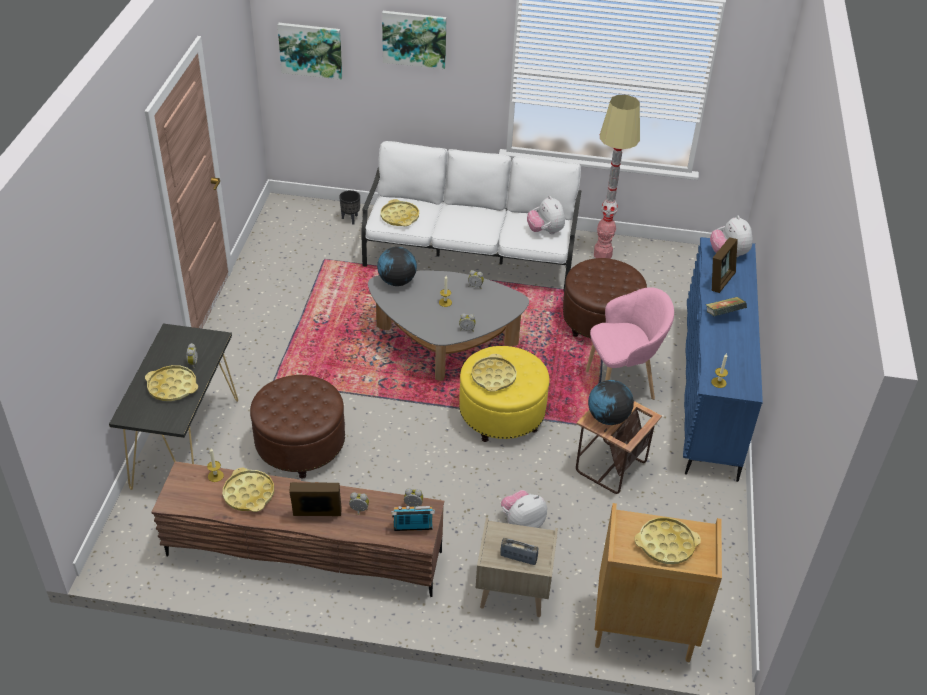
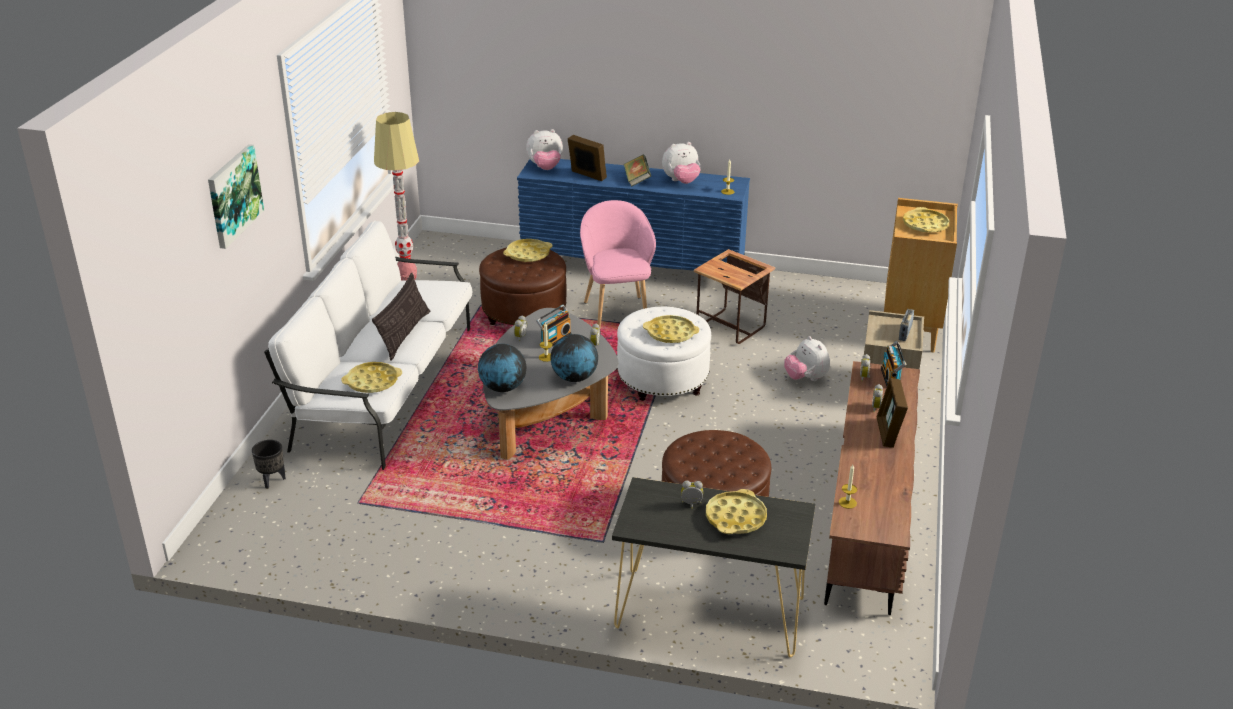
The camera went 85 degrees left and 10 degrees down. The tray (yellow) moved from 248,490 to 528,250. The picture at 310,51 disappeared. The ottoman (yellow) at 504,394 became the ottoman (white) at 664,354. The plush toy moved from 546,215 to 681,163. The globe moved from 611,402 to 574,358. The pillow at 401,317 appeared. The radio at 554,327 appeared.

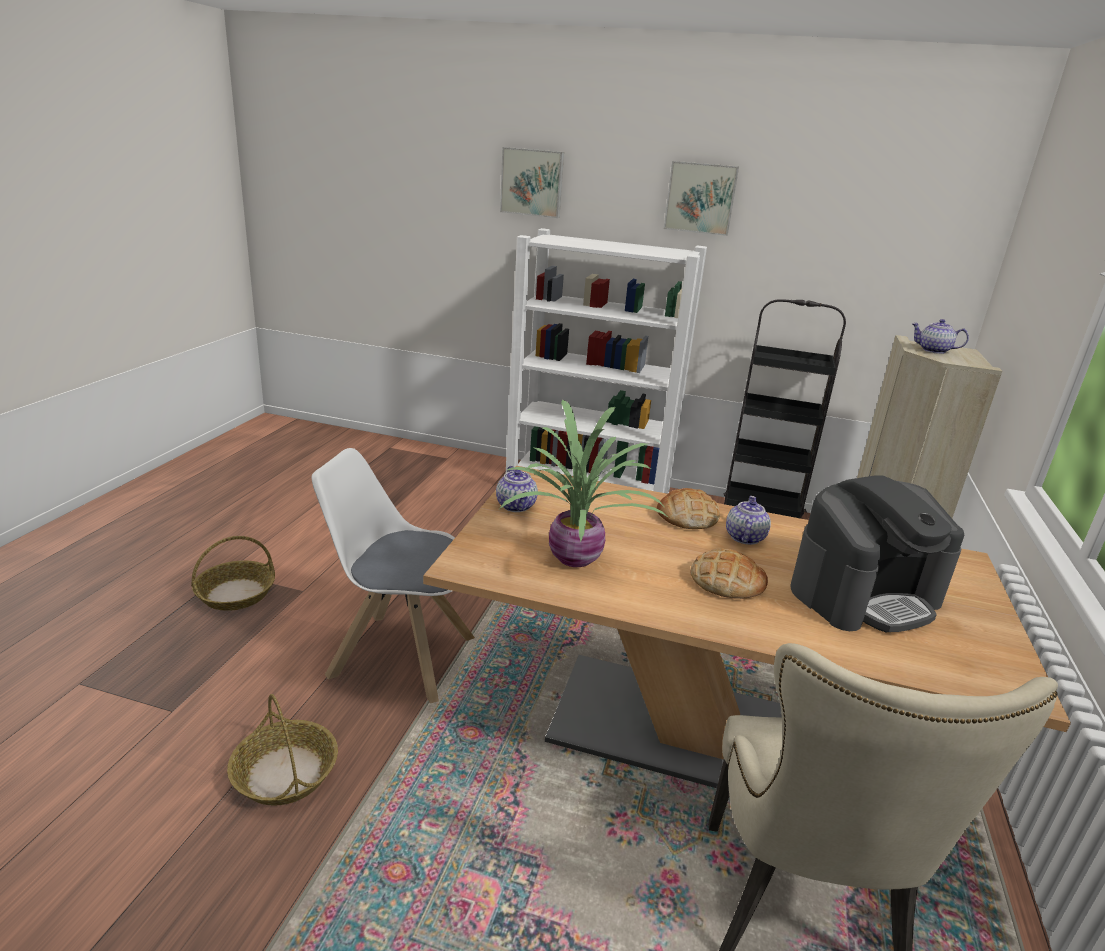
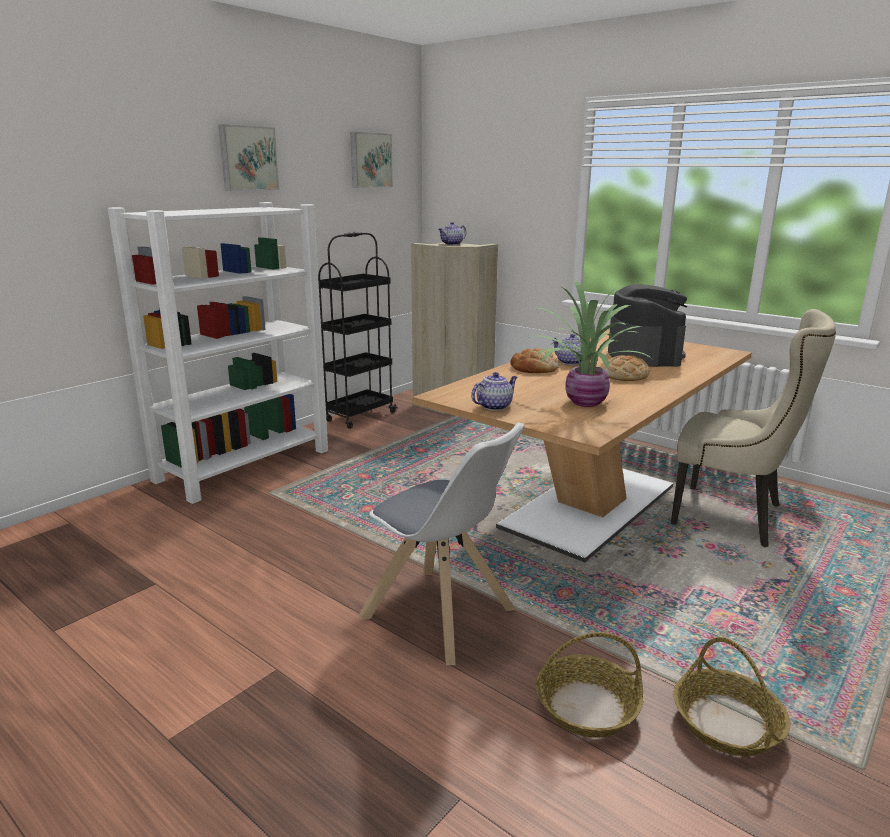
The camera went 65 degrees left and 5 degrees down. The basket moved from 233,573 to 732,696. The chair at 393,575 turned 90 degrees counterclockwise. The teapot at 517,489 turned 45 degrees counterclockwise. The picture moved from 532,182 to 371,160.

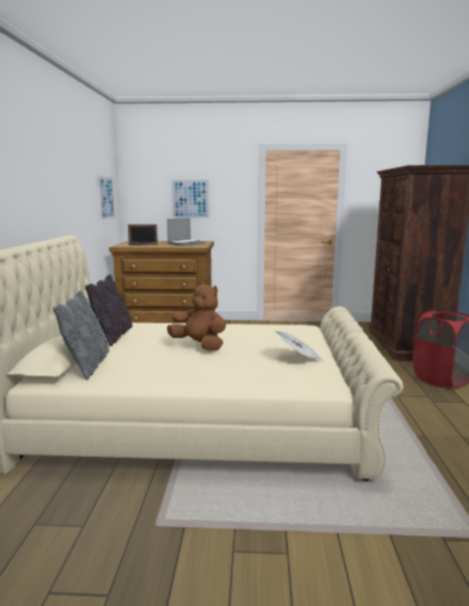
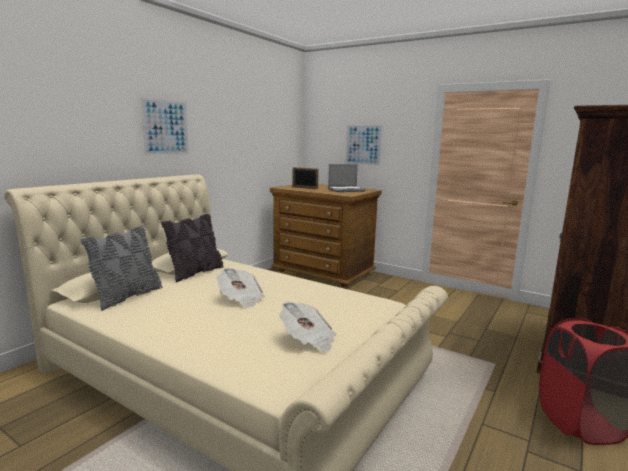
The camera went 30 degrees right and 0 degrees up. The picture moved from 106,198 to 165,126. The plush toy (brown) at 196,316 was replaced by the newspaper at 240,288.

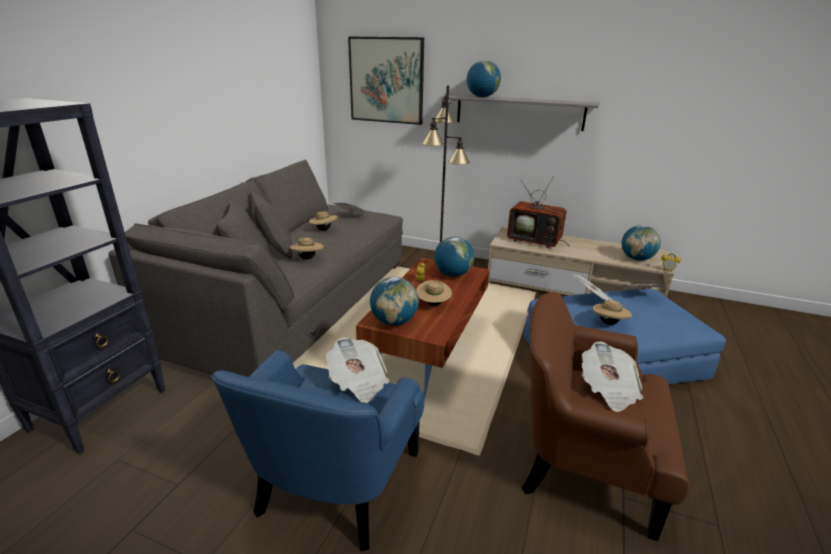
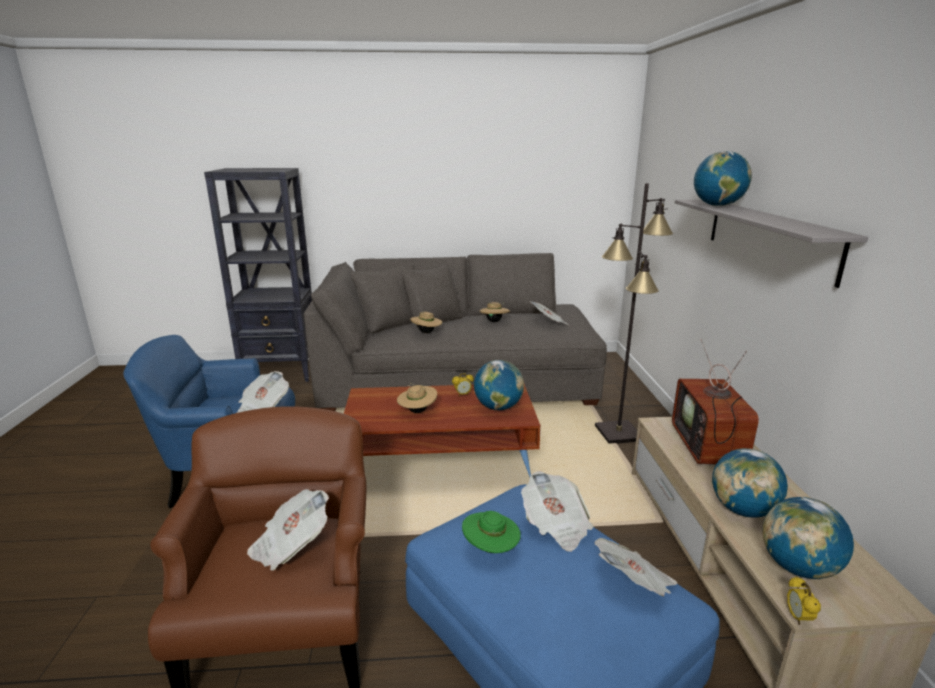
The camera went 65 degrees right and 5 degrees down. The picture at 386,81 disappeared. The globe moved from 394,301 to 750,482. The hat (beige) at 612,312 became the hat (green) at 491,532.

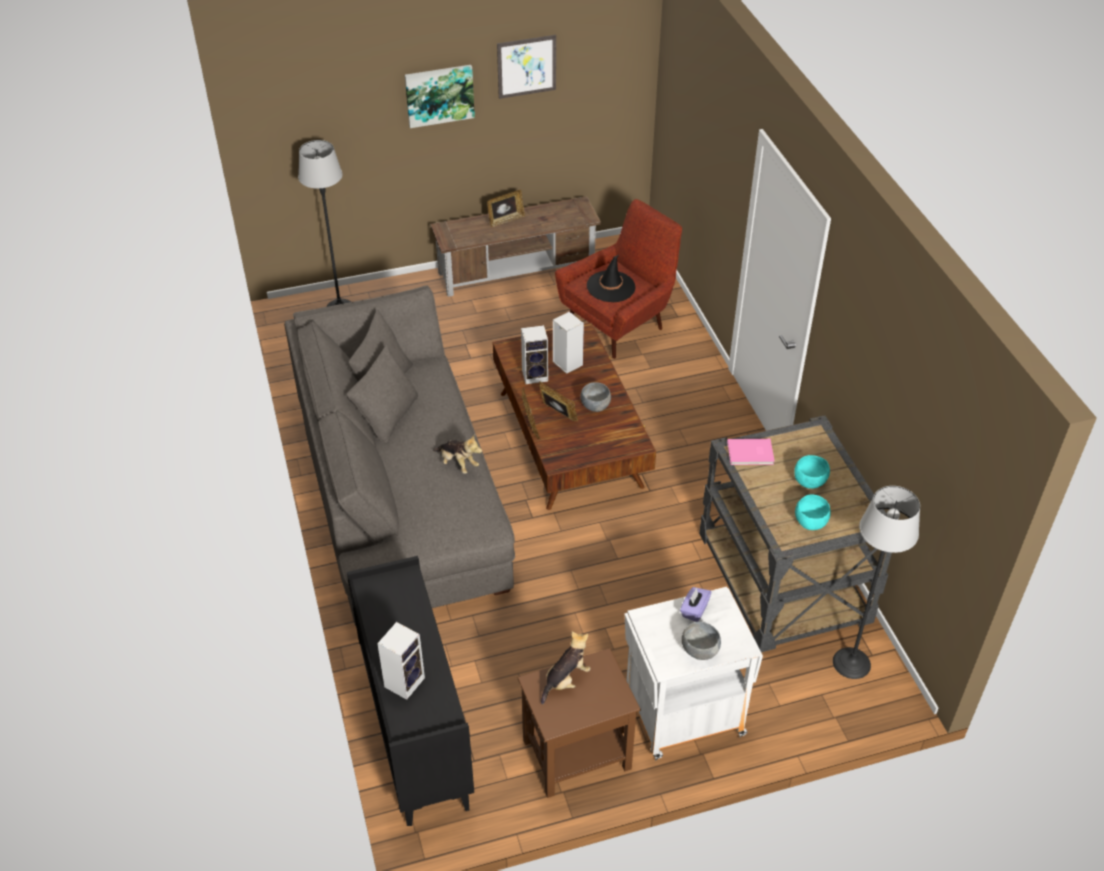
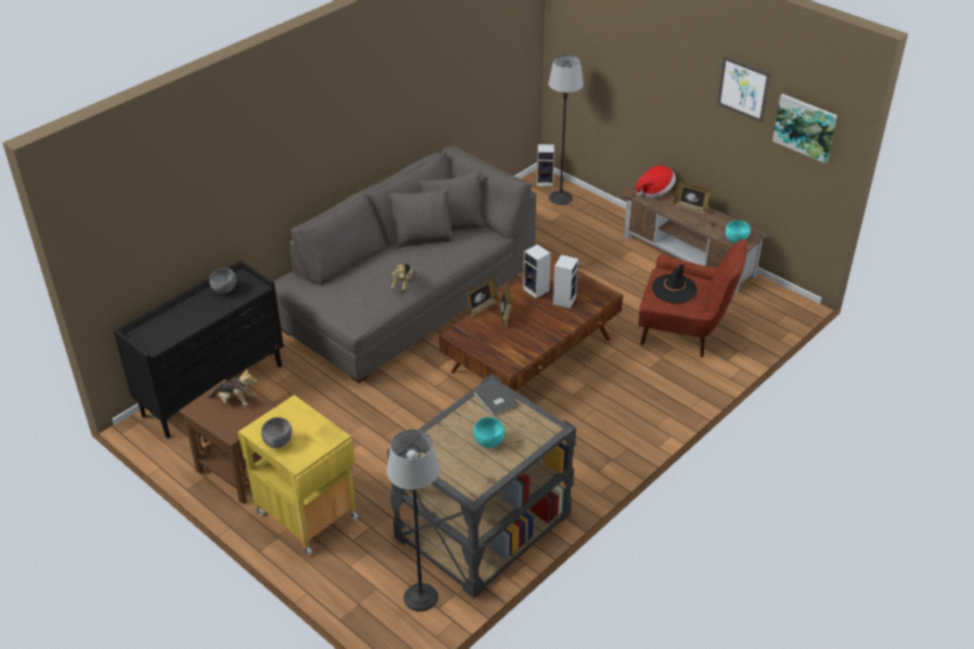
The camera went 60 degrees right and 5 degrees down. The speaker moved from 401,661 to 545,165. The picture moved from 440,96 to 804,128. The bowl (grey) moved from 596,397 to 222,281. The cart (white) at 694,673 became the cart (yellow) at 298,475. The tissue box (purple) at 696,604 disappeared. The book (pink) at 751,452 became the book (grey) at 495,398. The bowl (turquoise) moved from 813,512 to 737,231. The hat at 656,182 appeared.

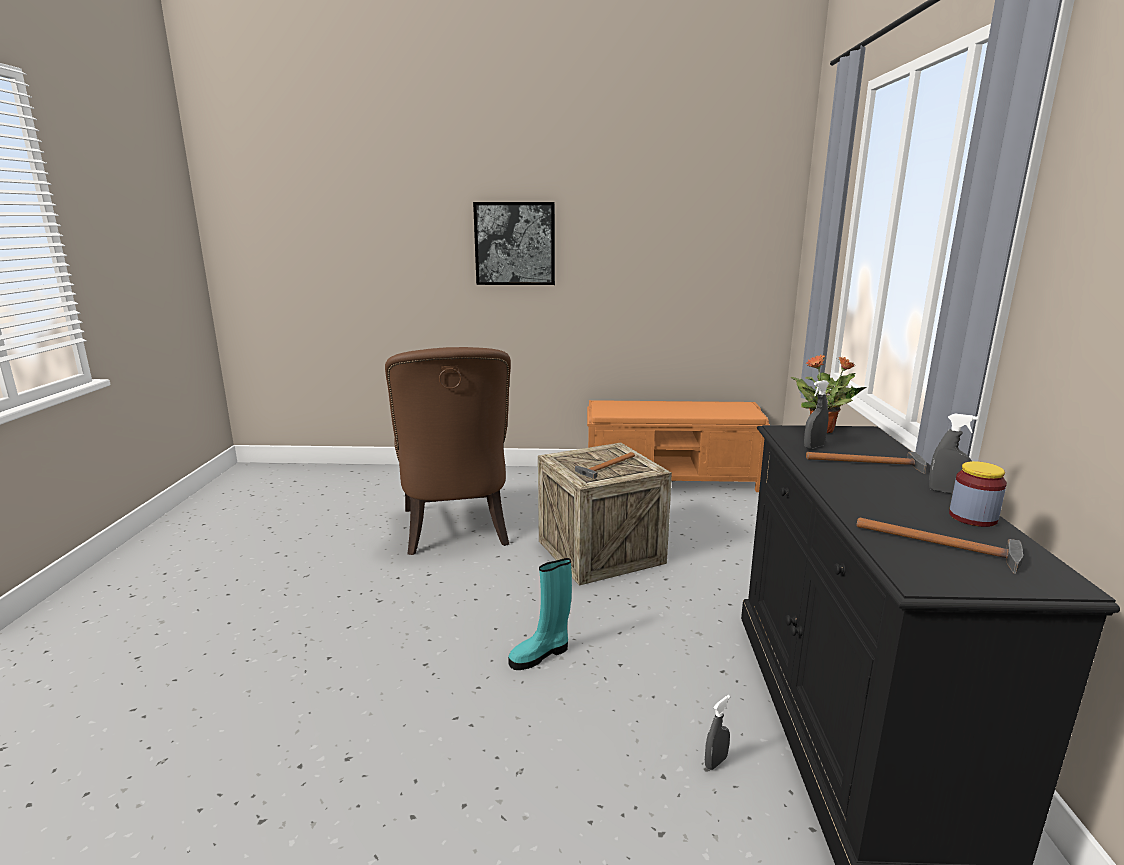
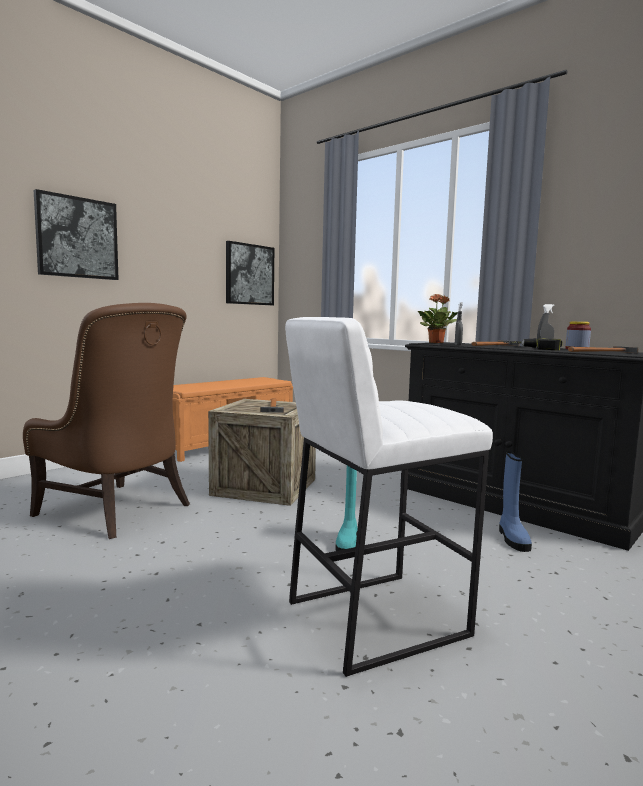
The camera went 50 degrees left and 10 degrees down. The spray bottle (grey) at 717,732 was replaced by the boot (blue) at 515,501. The picture at 250,273 appeared. The stool (white) at 389,497 appeared. The power drill at 533,344 appeared.

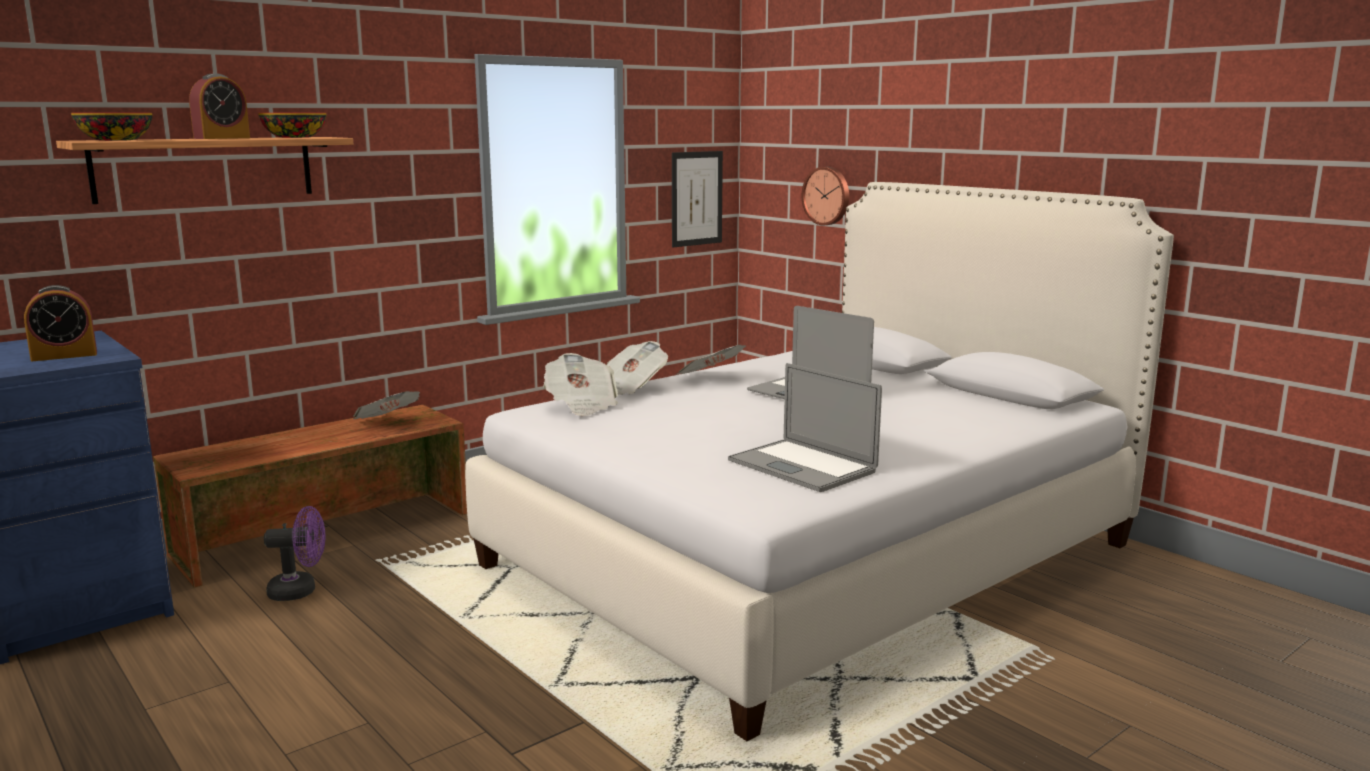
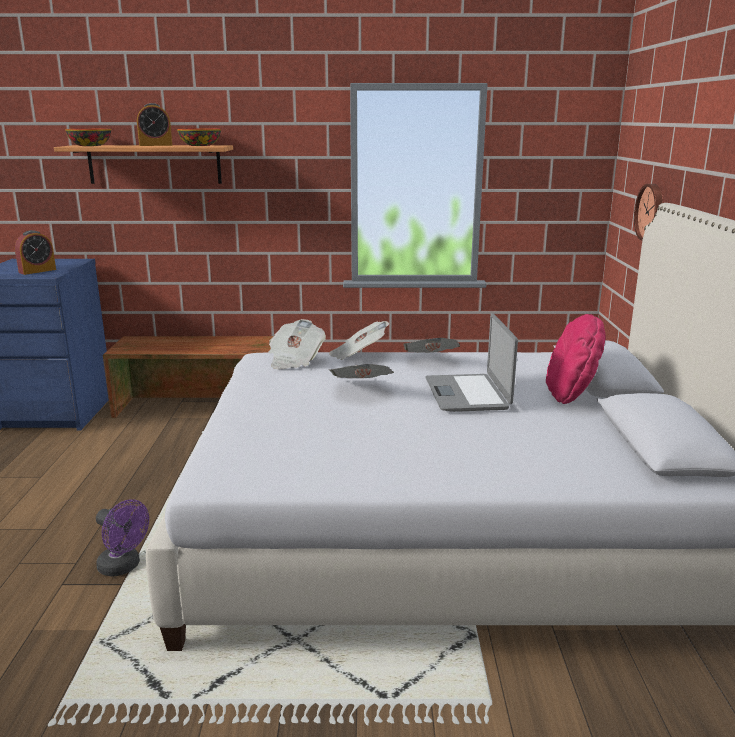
The camera went 40 degrees right and 5 degrees up. The alarm clock at 60,323 turned 60 degrees counterclockwise. The fan (purple) moved from 294,553 to 122,538. The newspaper moved from 386,405 to 362,371. The picture at 697,199 disappeared. The laptop at 805,427 disappeared. The pillow (pink) at 576,359 appeared.

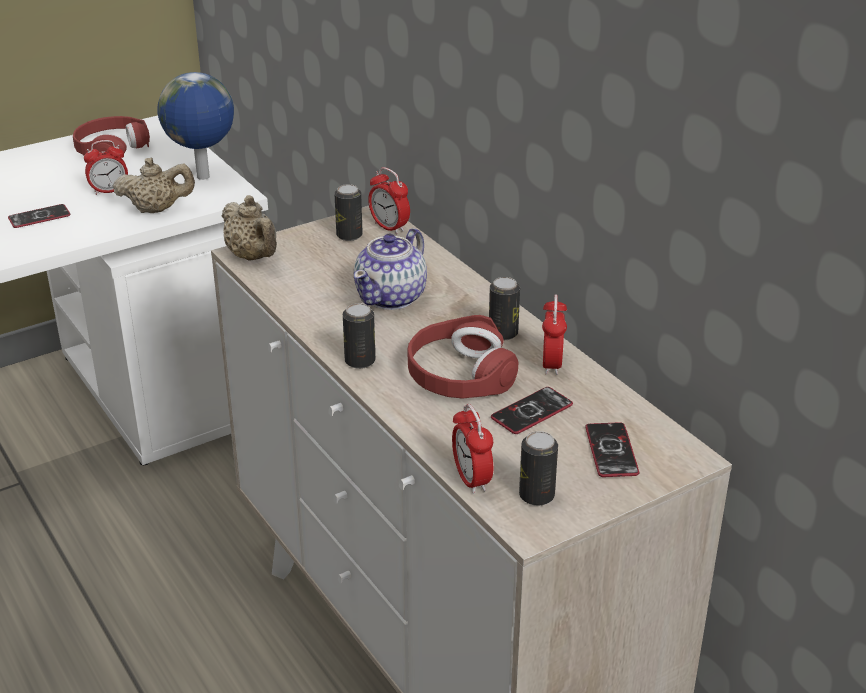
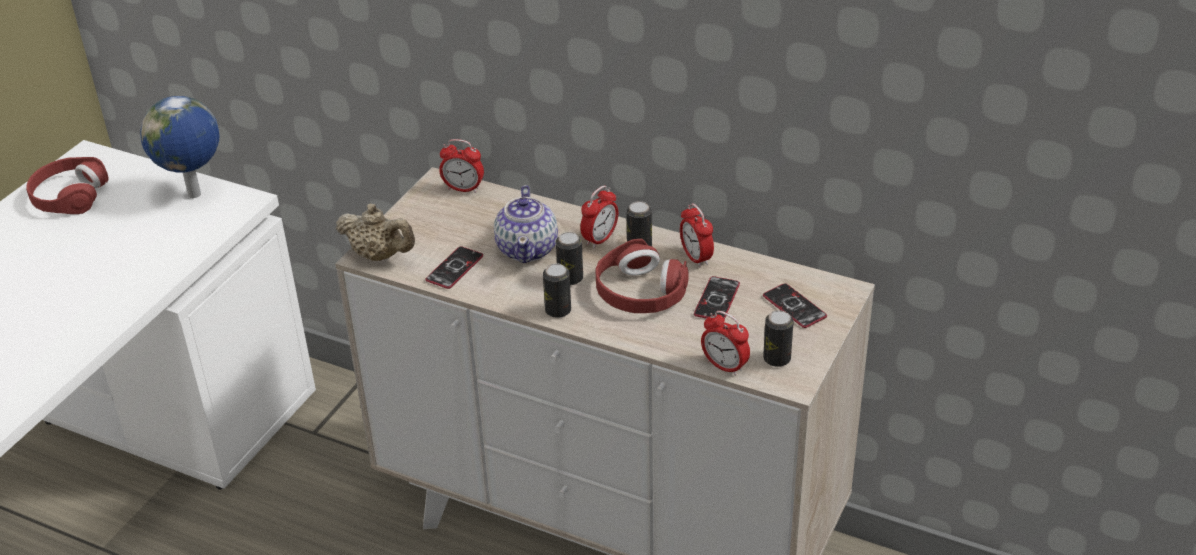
The camera went 30 degrees left and 5 degrees up. The phone moved from 39,216 to 454,267. The alarm clock moved from 106,167 to 599,217. The teapot (beige) at 154,185 disappeared. The can moved from 348,212 to 569,258.

